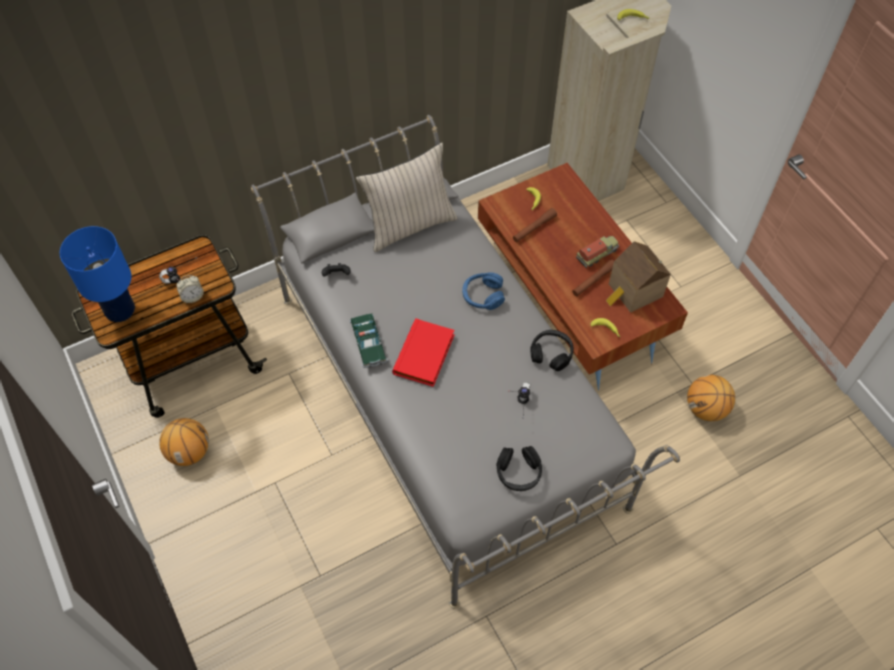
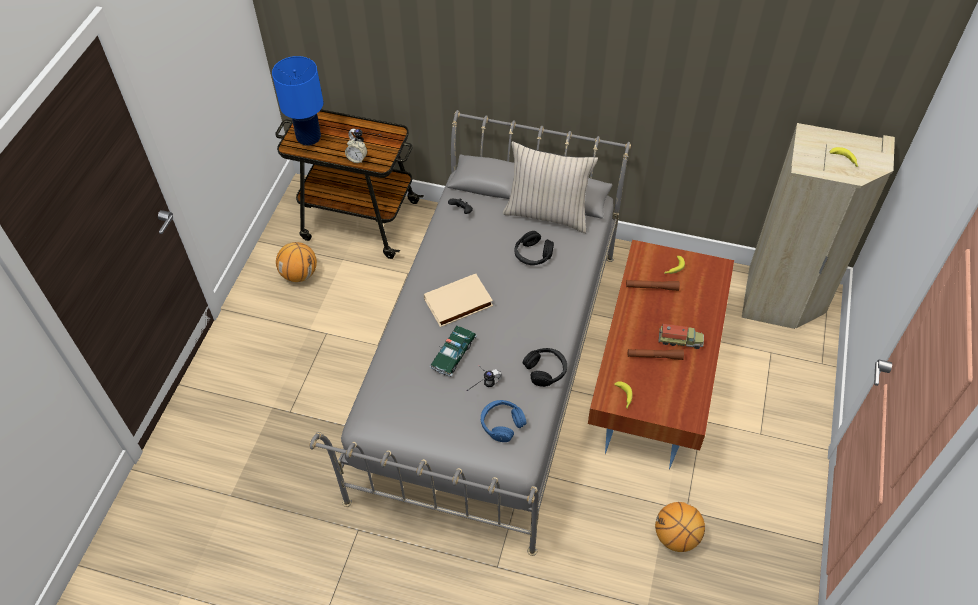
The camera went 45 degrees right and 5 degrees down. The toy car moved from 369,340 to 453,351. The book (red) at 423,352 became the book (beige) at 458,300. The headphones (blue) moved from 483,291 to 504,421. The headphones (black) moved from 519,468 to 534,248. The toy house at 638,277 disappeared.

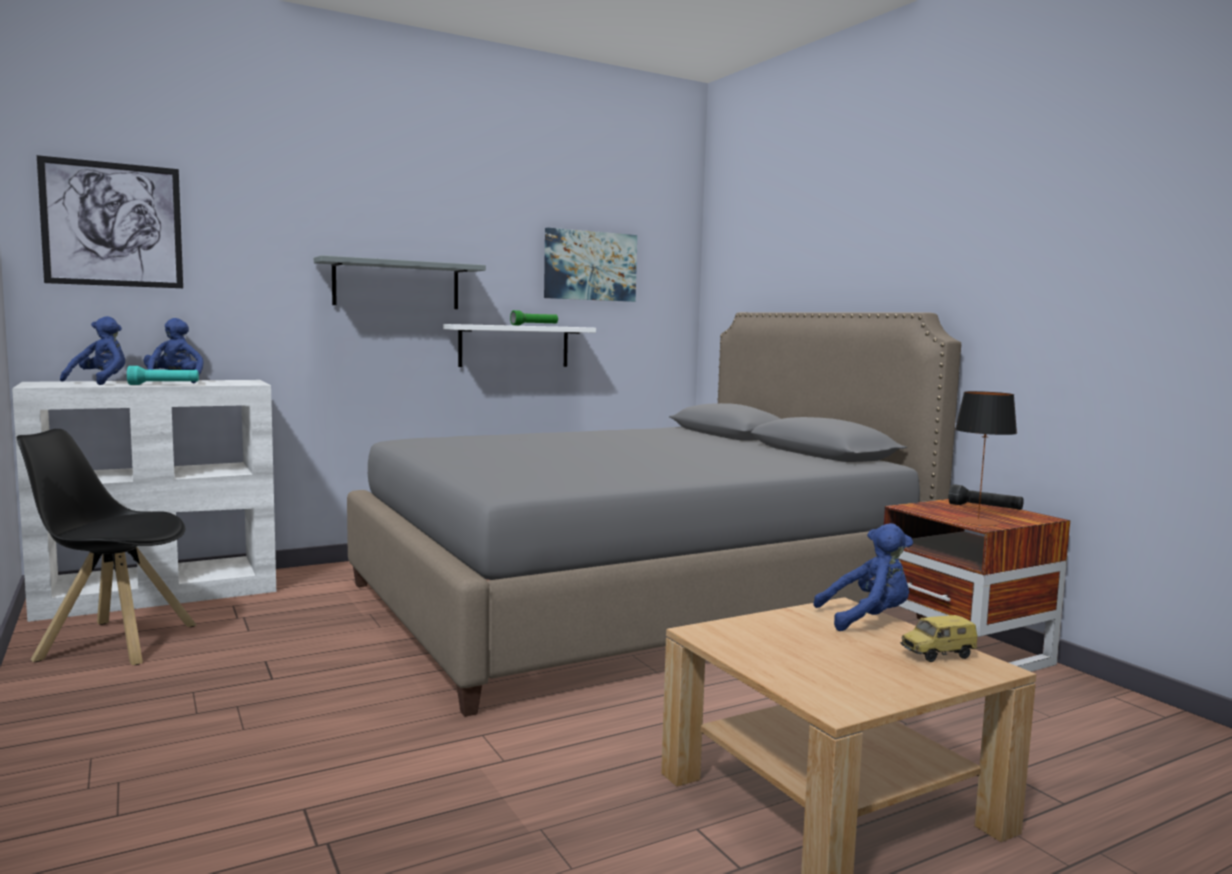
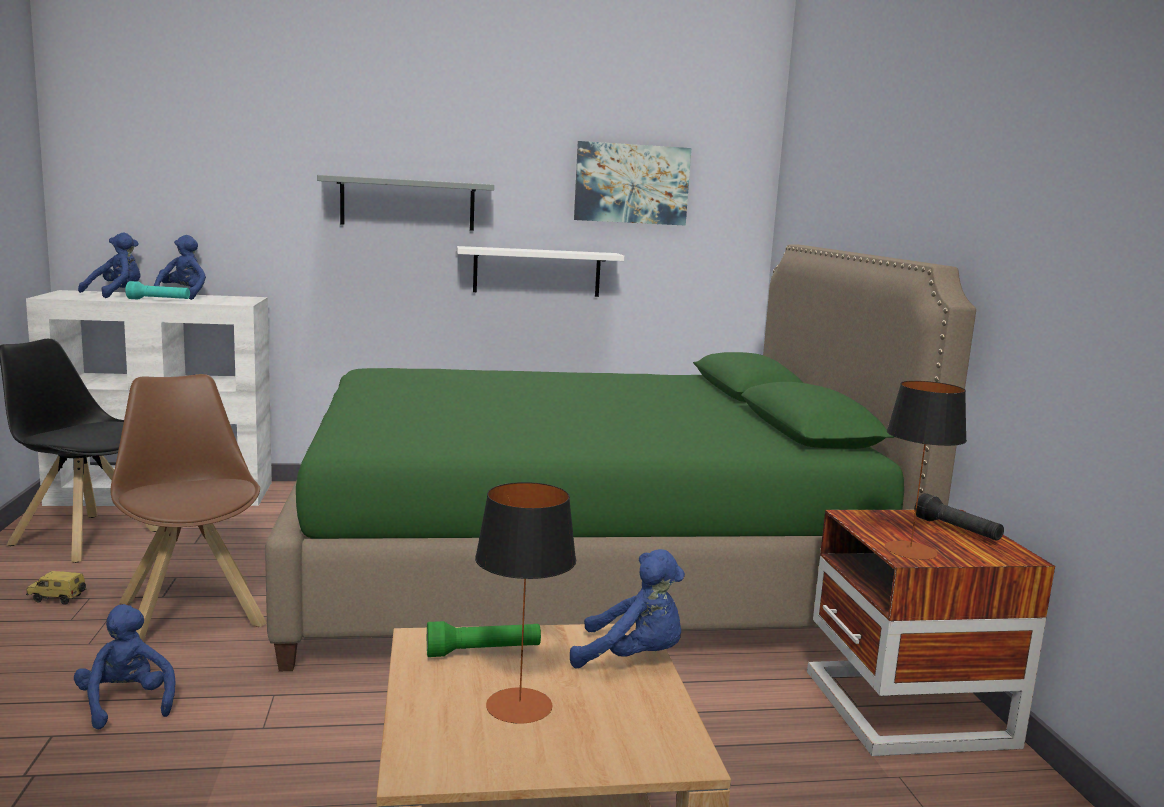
The camera went 20 degrees right and 5 degrees up. The picture at 110,221 disappeared. The bed (grey) at 654,514 became the bed (green) at 620,457. The flashlight (green) moved from 534,317 to 484,639. The toy car moved from 939,638 to 56,588. The plush toy (blue) at 125,666 appeared. The chair (brown) at 189,508 appeared. The table lamp at 525,603 appeared.

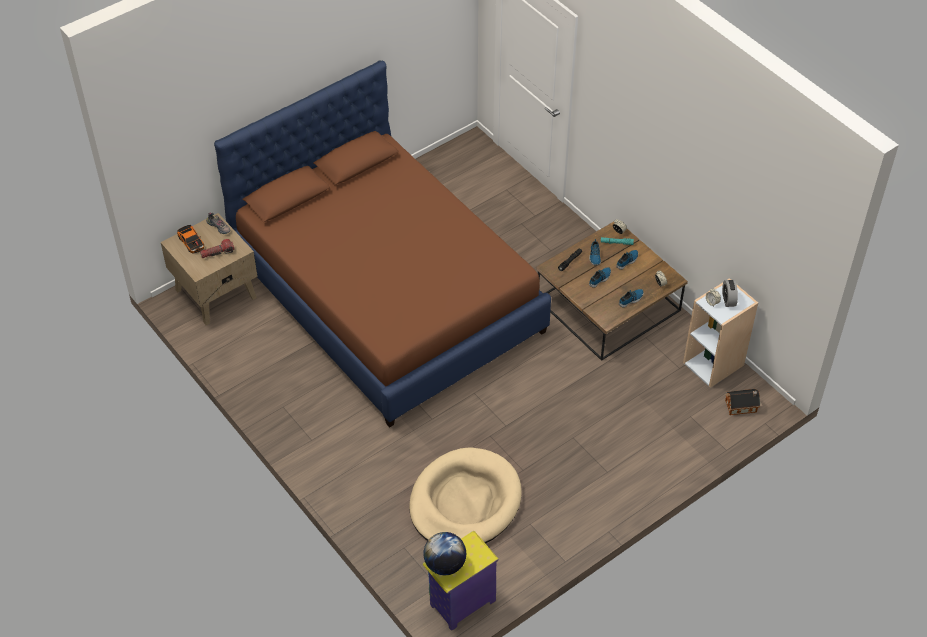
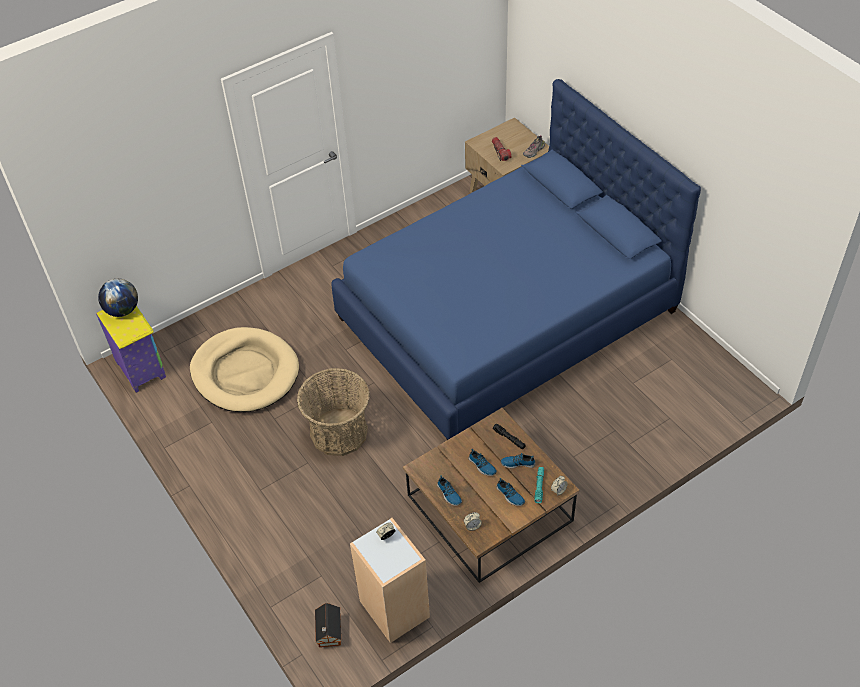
The camera went 95 degrees right and 0 degrees up. The toy car at 190,239 disappeared. The bed (brown) at 382,244 became the bed (blue) at 516,259. The alarm clock at 730,293 disappeared. The basket at 333,412 appeared.

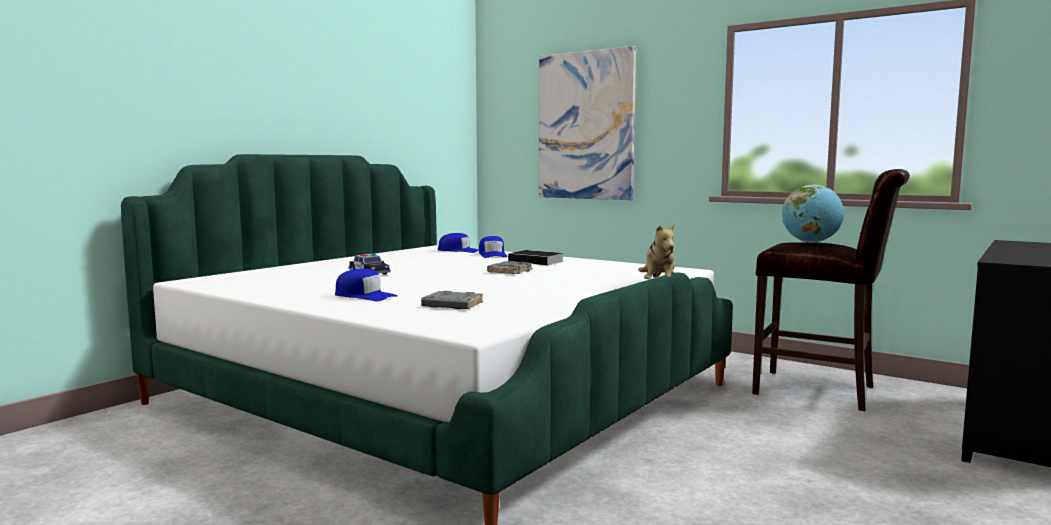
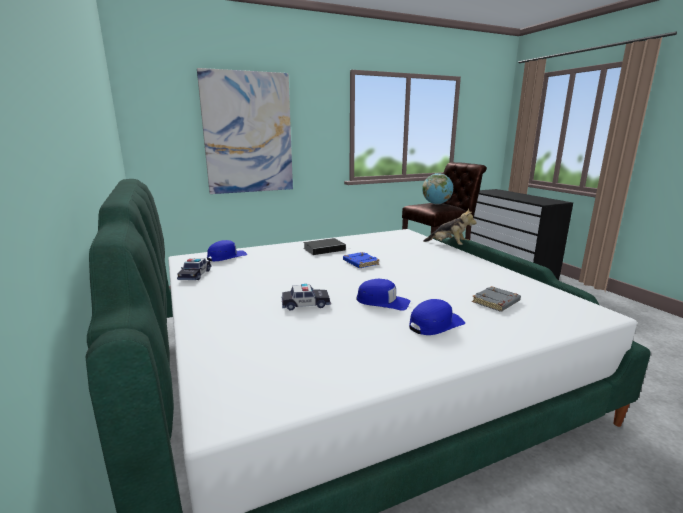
The camera went 60 degrees left and 10 degrees up. The cap (blue) moved from 493,247 to 383,294. The book (grey) at 510,267 became the book (blue) at 361,260. The toy car at 194,269 appeared.

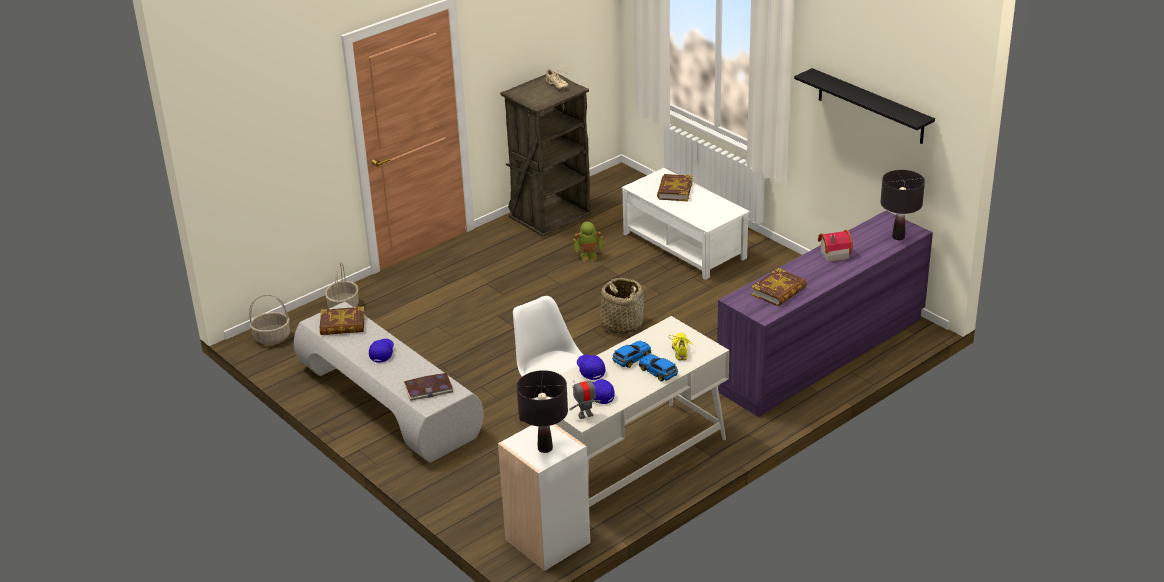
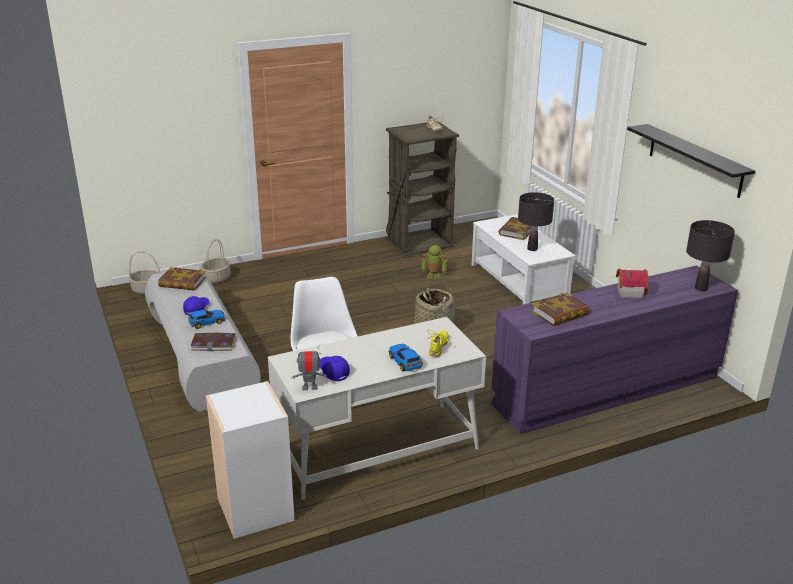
The camera went 15 degrees right and 5 degrees down. The table lamp (black) moved from 542,411 to 536,221. The cap (blue) at 591,367 disappeared. The toy car moved from 631,354 to 206,319.

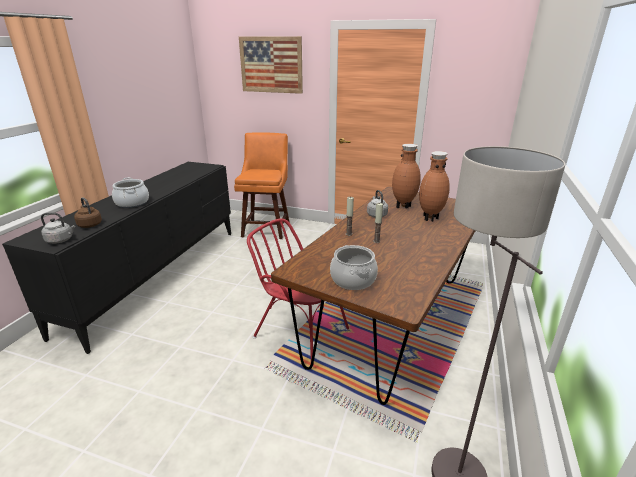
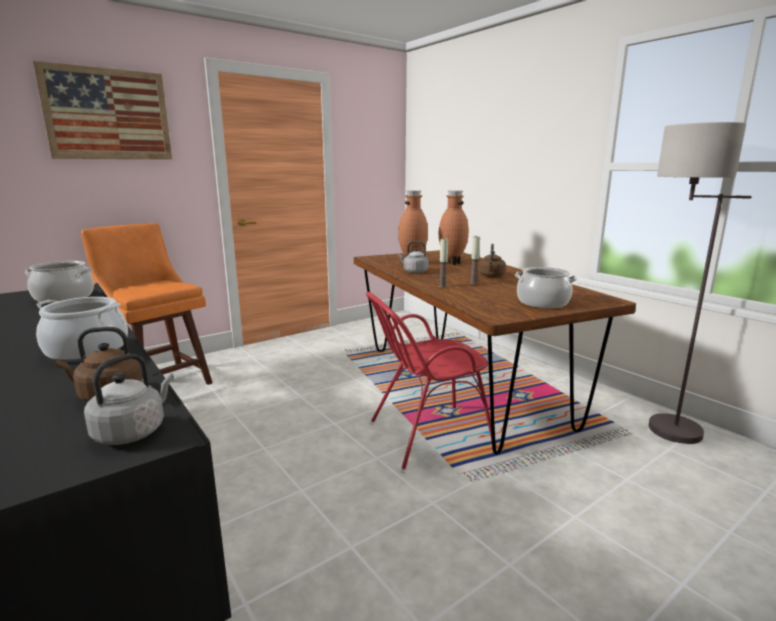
The camera went 55 degrees left and 10 degrees down. The cooking pot at 59,282 appeared. The kettle (brown) at 492,260 appeared.

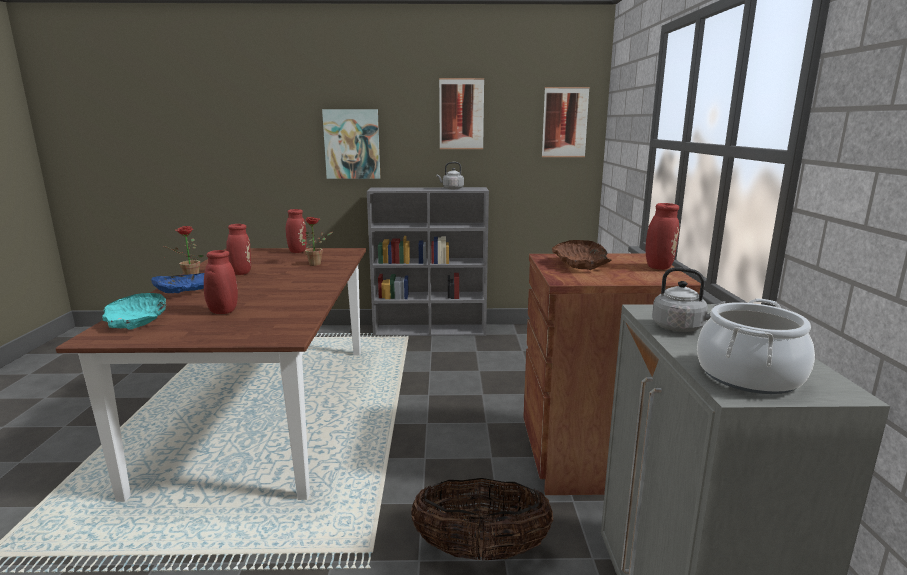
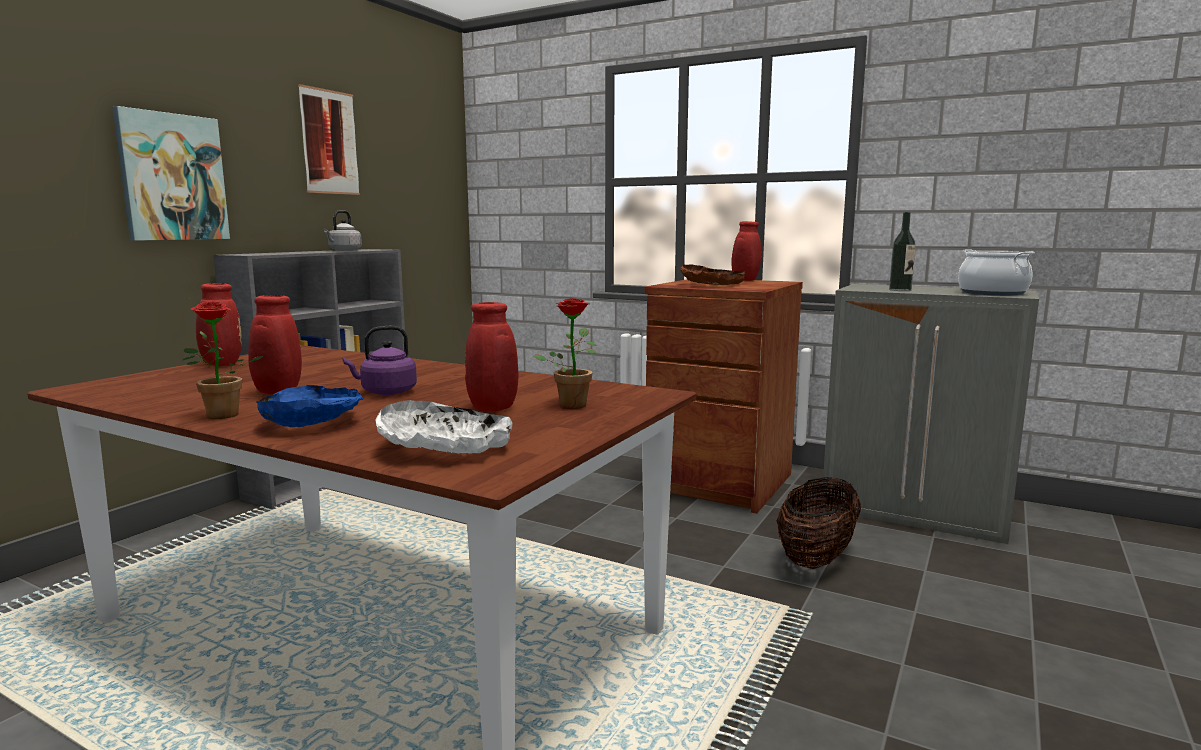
The camera went 60 degrees left and 5 degrees down. The bowl (turquoise) at 134,311 became the bowl (white) at 444,427. The potted plant moved from 317,241 to 565,353. The picture at 566,122 disappeared. The kettle (grey) at 688,299 was replaced by the bottle at 902,251. The kettle (purple) at 380,360 appeared.

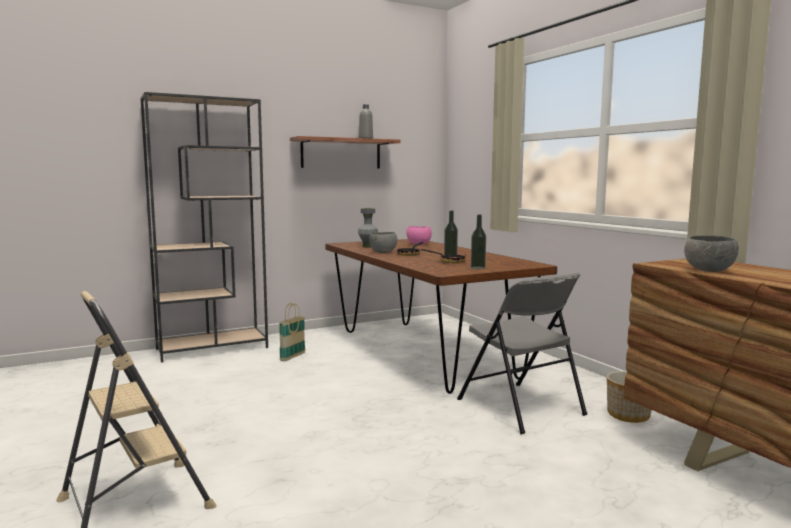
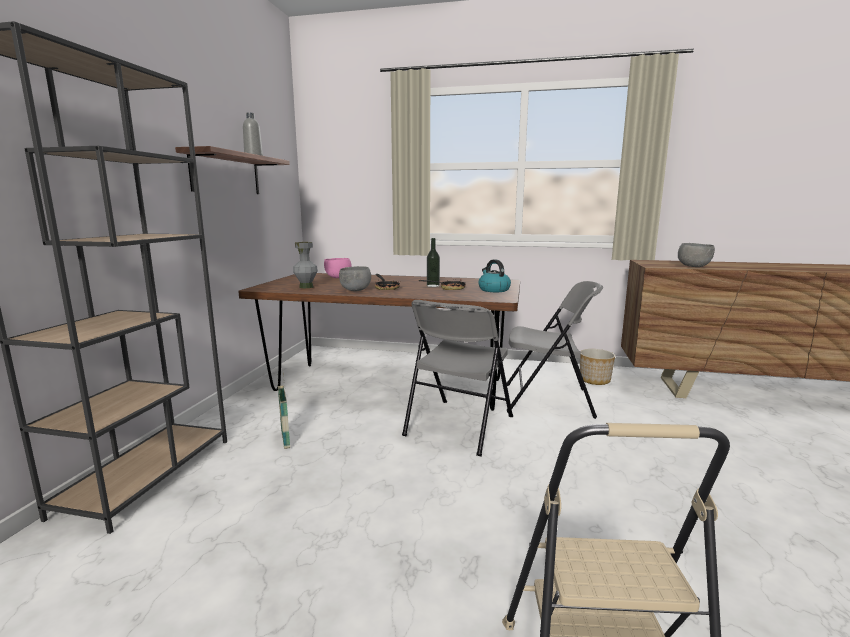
The camera went 50 degrees left and 5 degrees up. The bottle at 478,242 was replaced by the kettle at 494,275. The chair (grey) at 457,378 appeared.

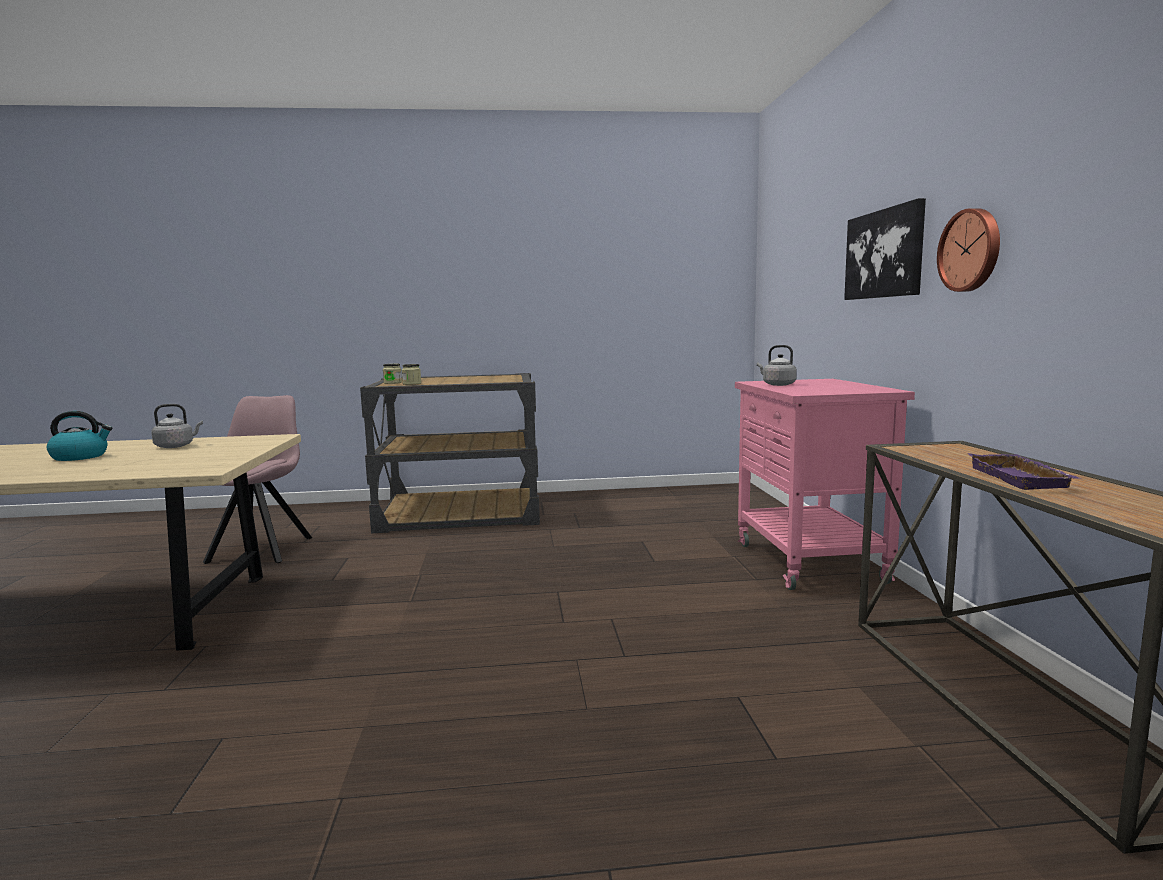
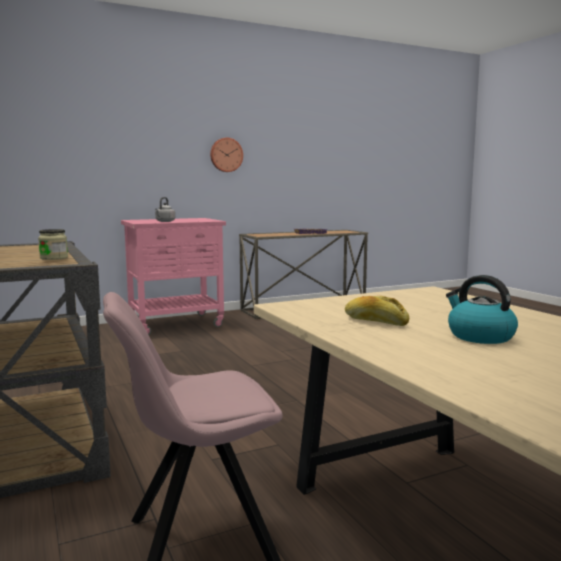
The camera went 110 degrees left and 0 degrees up. The kettle (grey) at 177,426 was replaced by the bread at 377,311. The jar at 392,374 disappeared. The picture at 885,249 disappeared.

